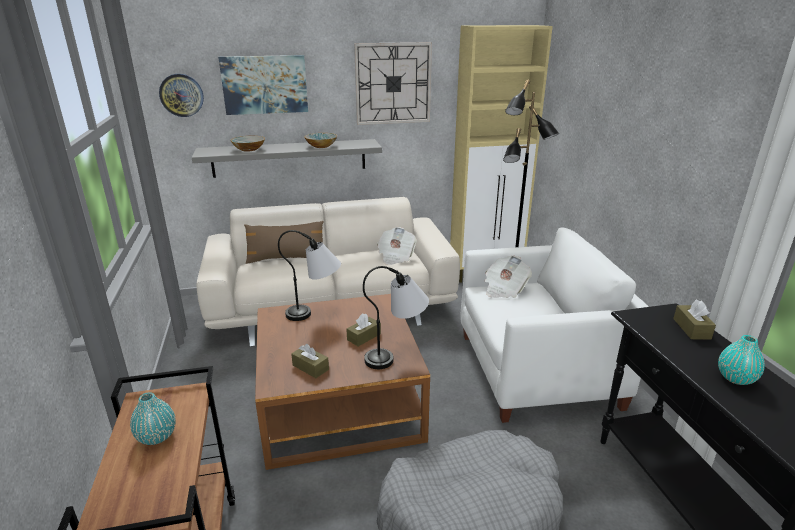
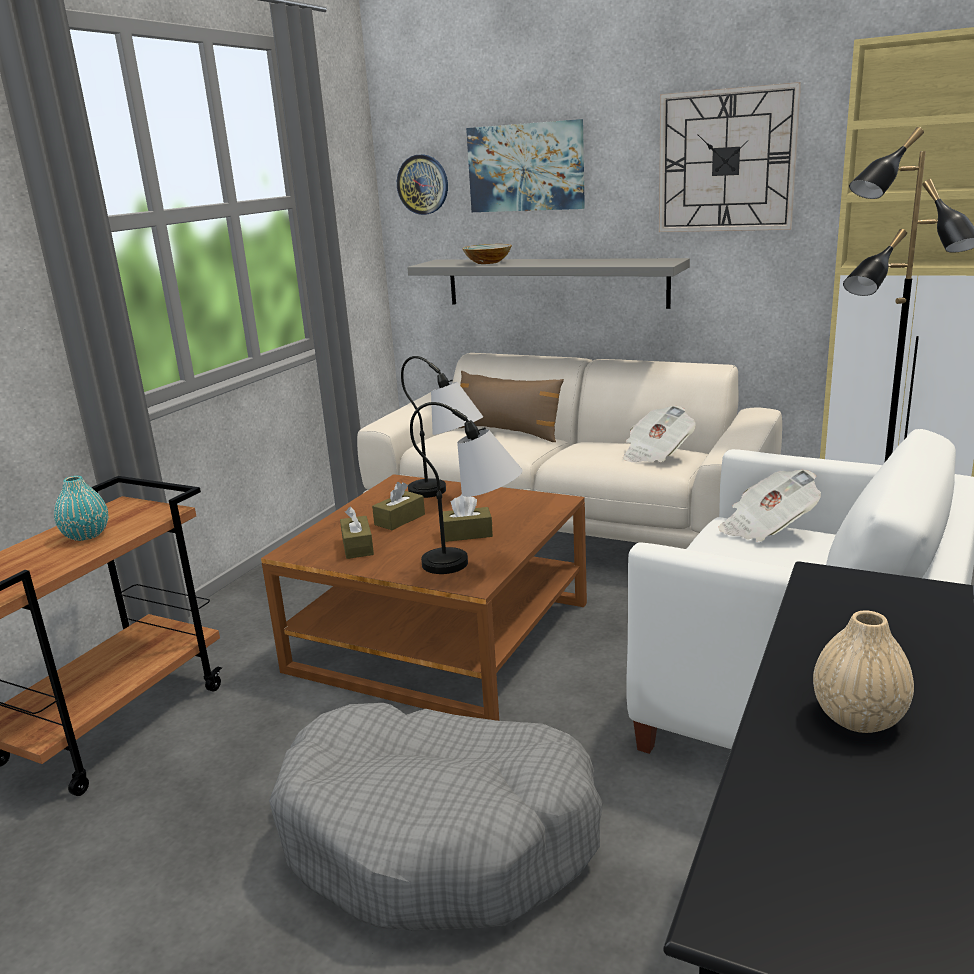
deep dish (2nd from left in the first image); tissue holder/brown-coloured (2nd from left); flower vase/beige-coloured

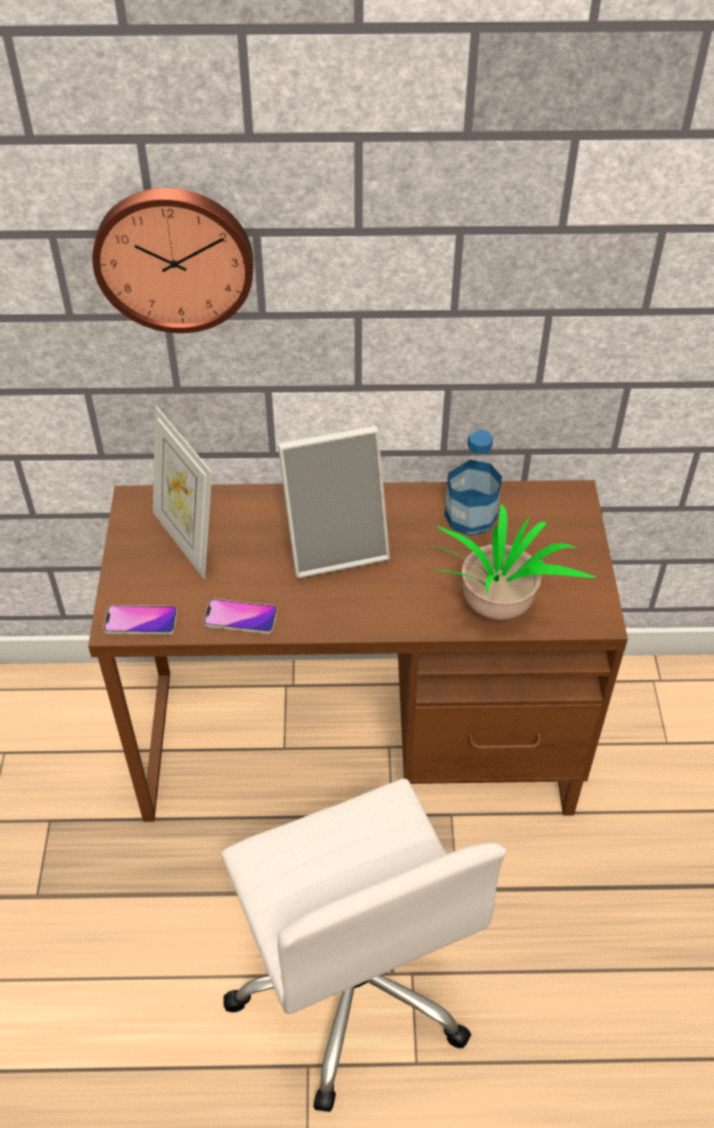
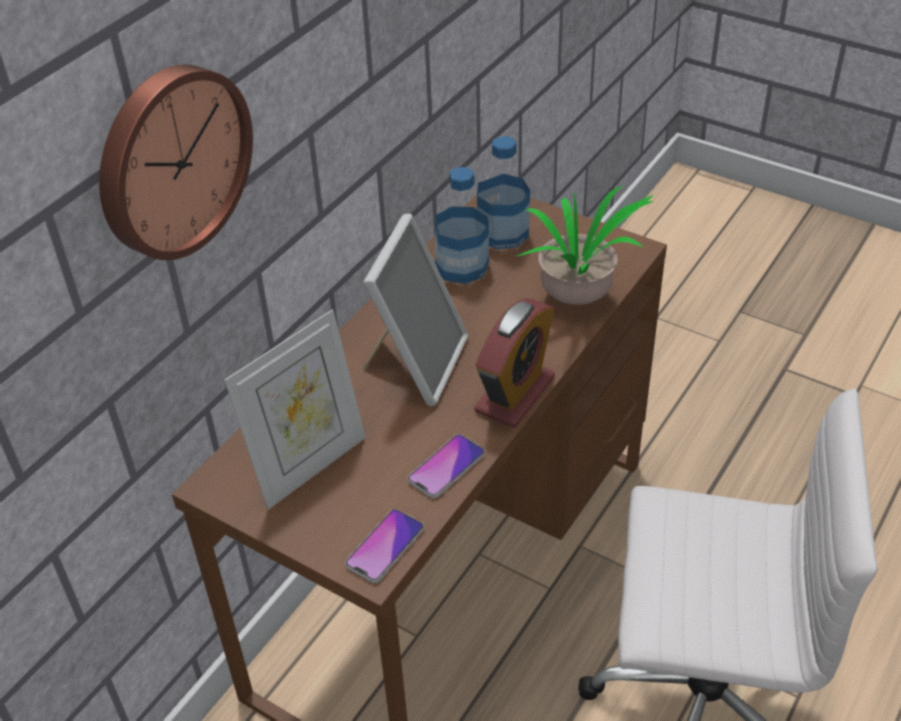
picture frame (1st from left); bottle (2nd from left); bedside clock

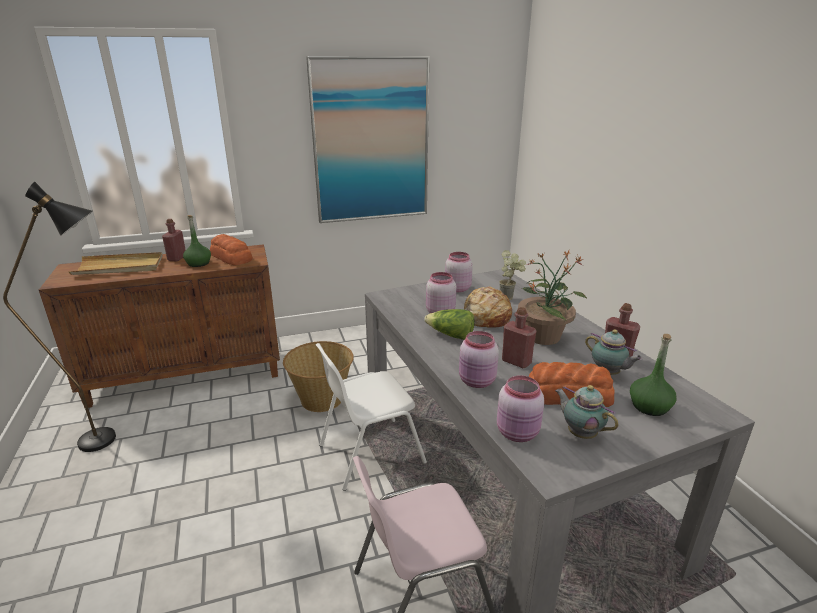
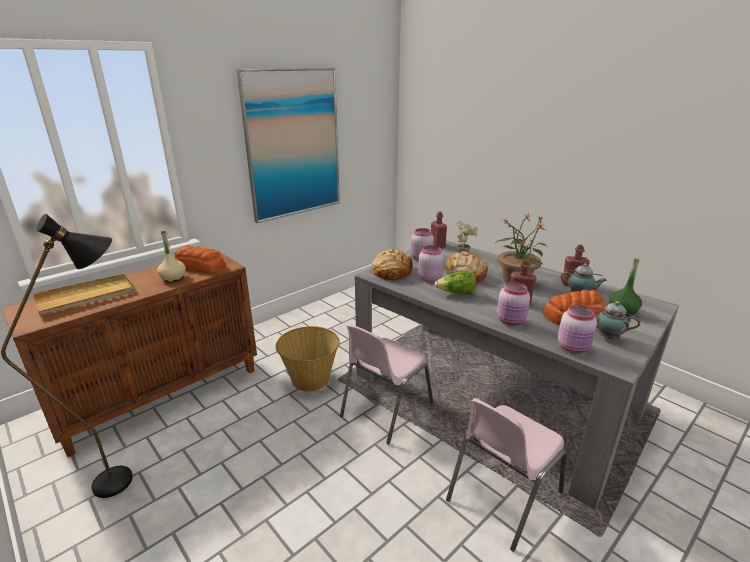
bottle/beige-coloured; bottle/reddish (1st from left); plain chair/pink (1st from left); bread (2nd from left)

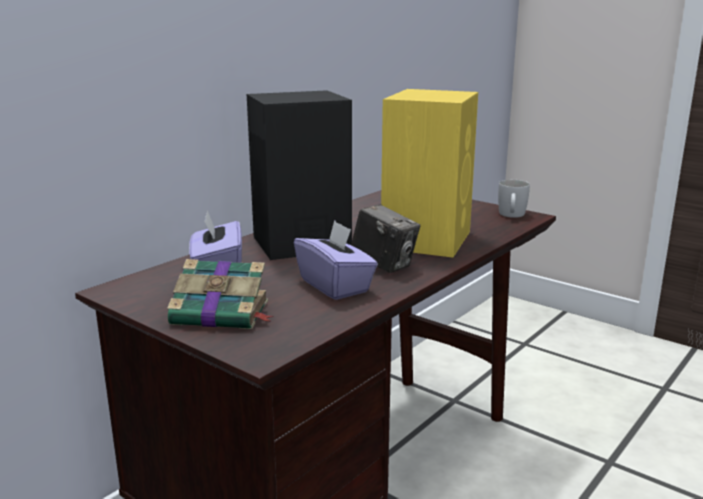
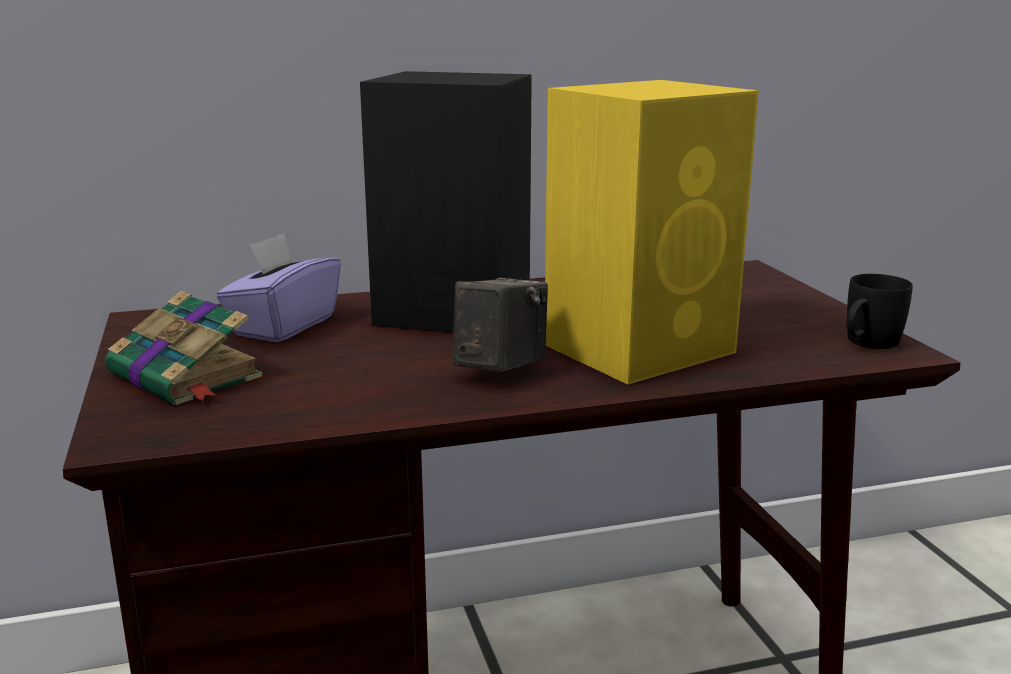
mug/black; still camera; tissue holder/purple (2nd from left in the first image)

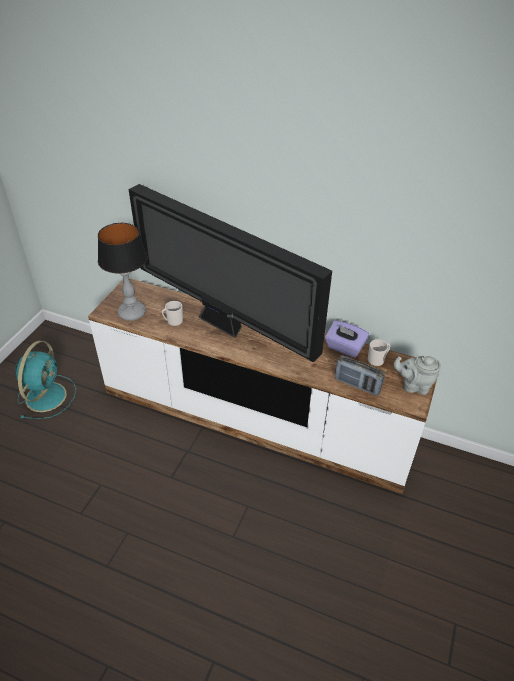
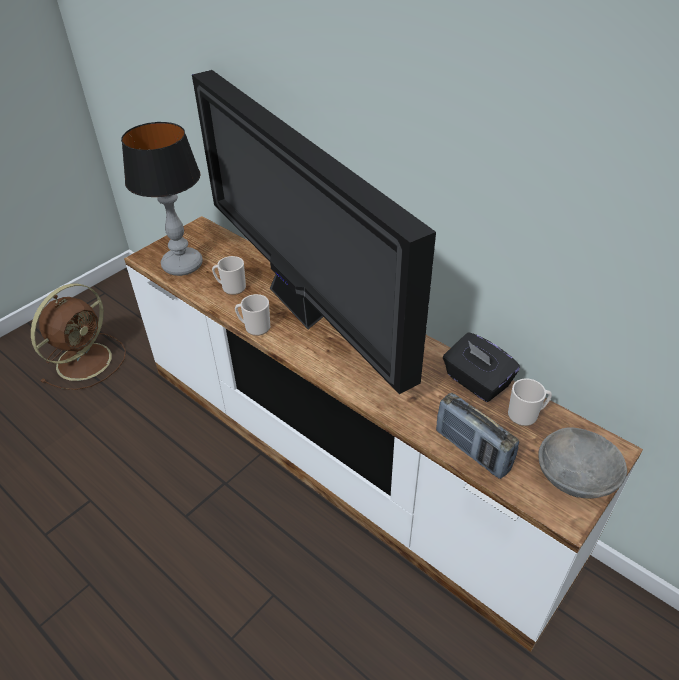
tissue holder/black; cooling fan/brown-coloured; deep dish/greyish; mug (2nd from left)

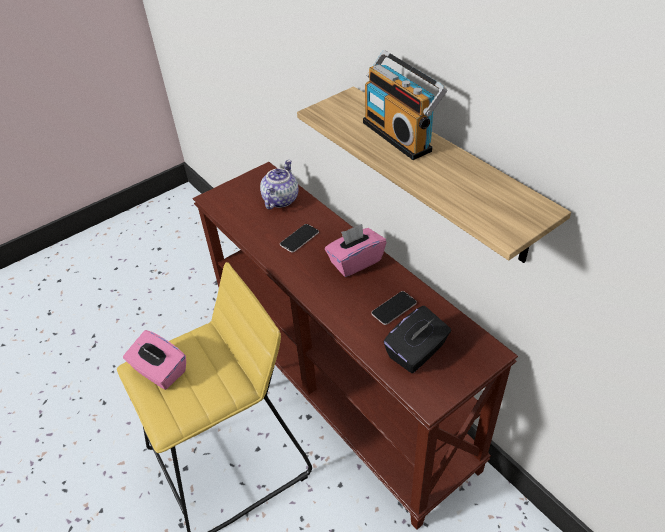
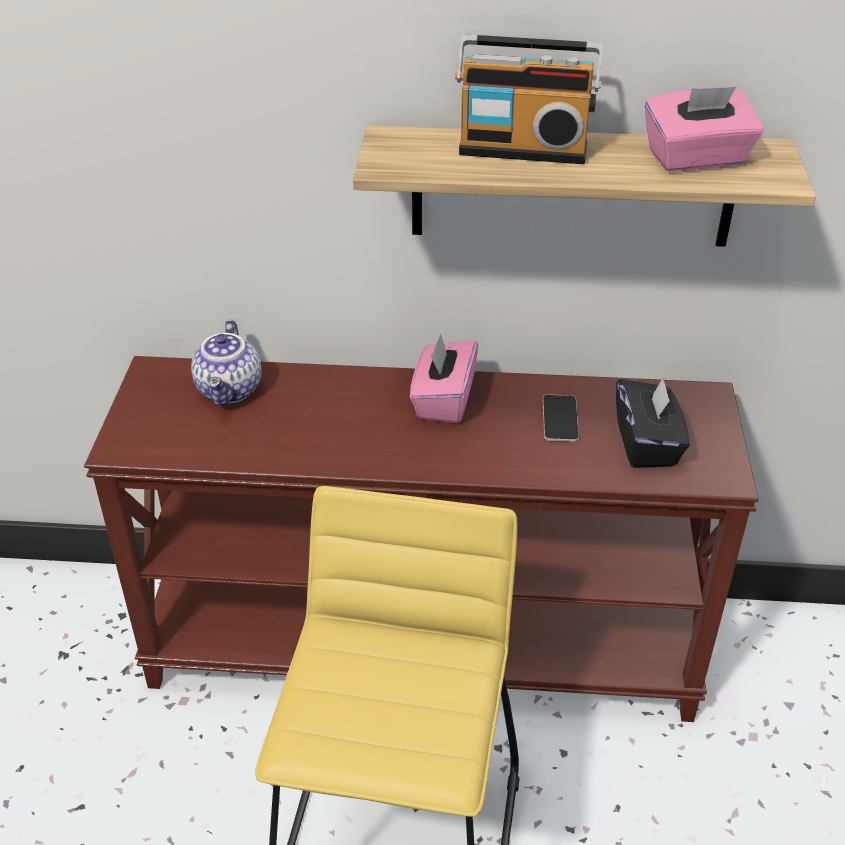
pot for tea; telephone (1st from left in the first image); tissue holder/pink (2nd from left)

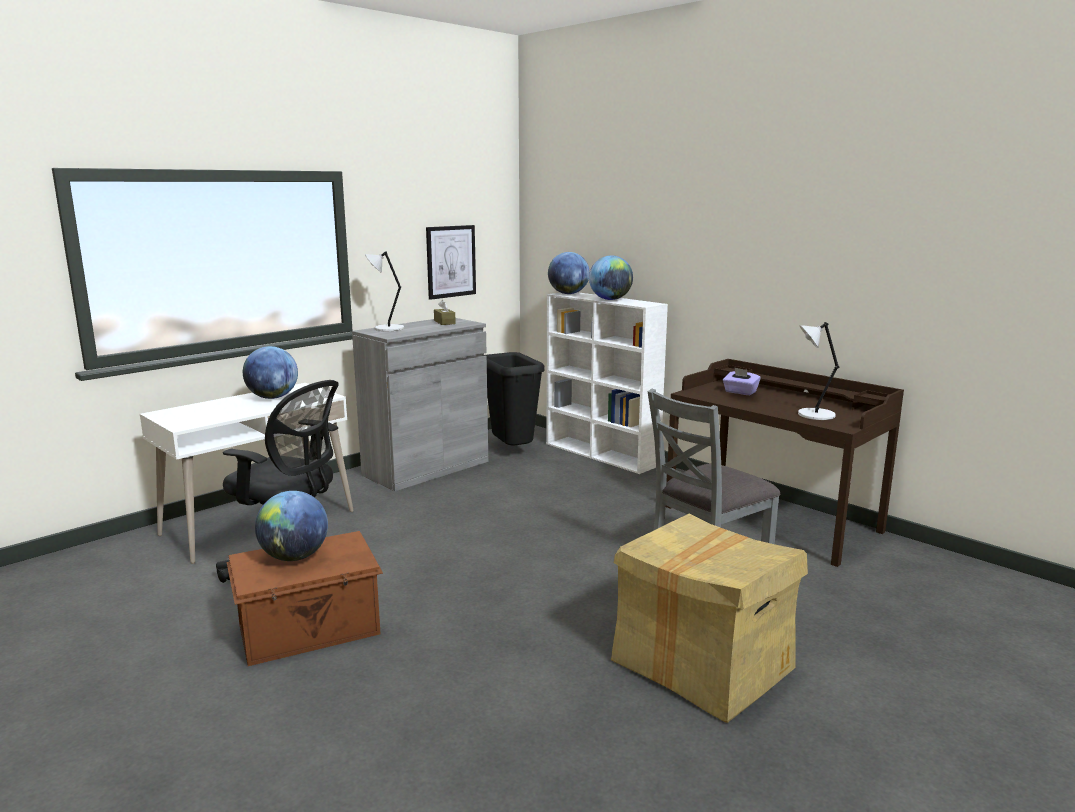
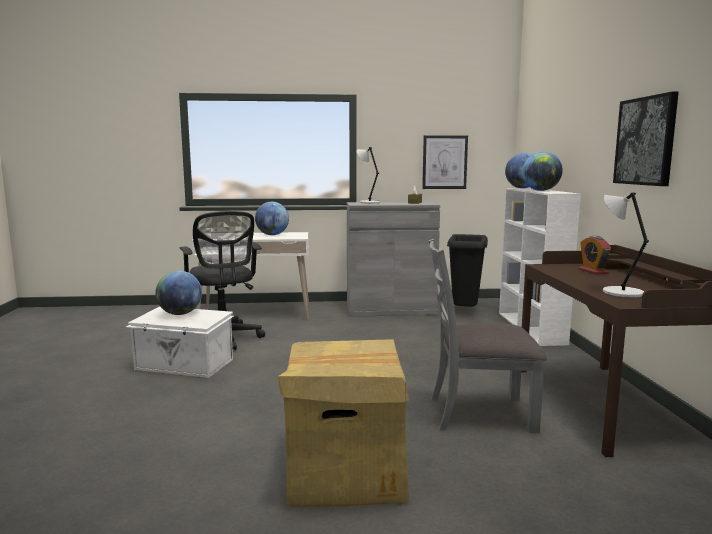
bedside clock; storage container/white; wall picture (2nd from left)

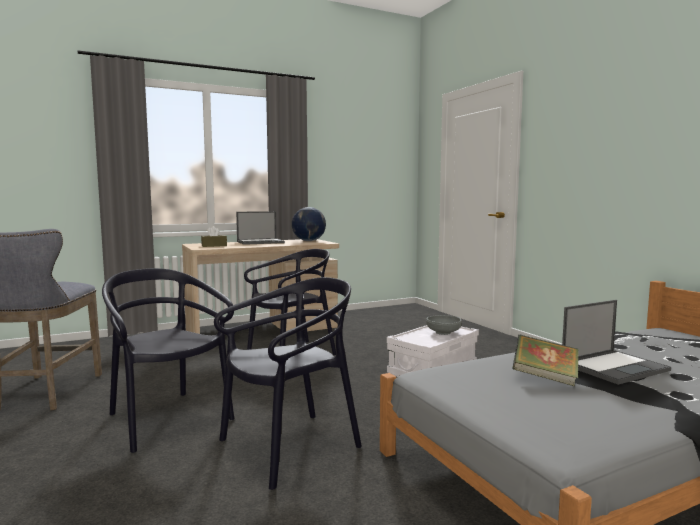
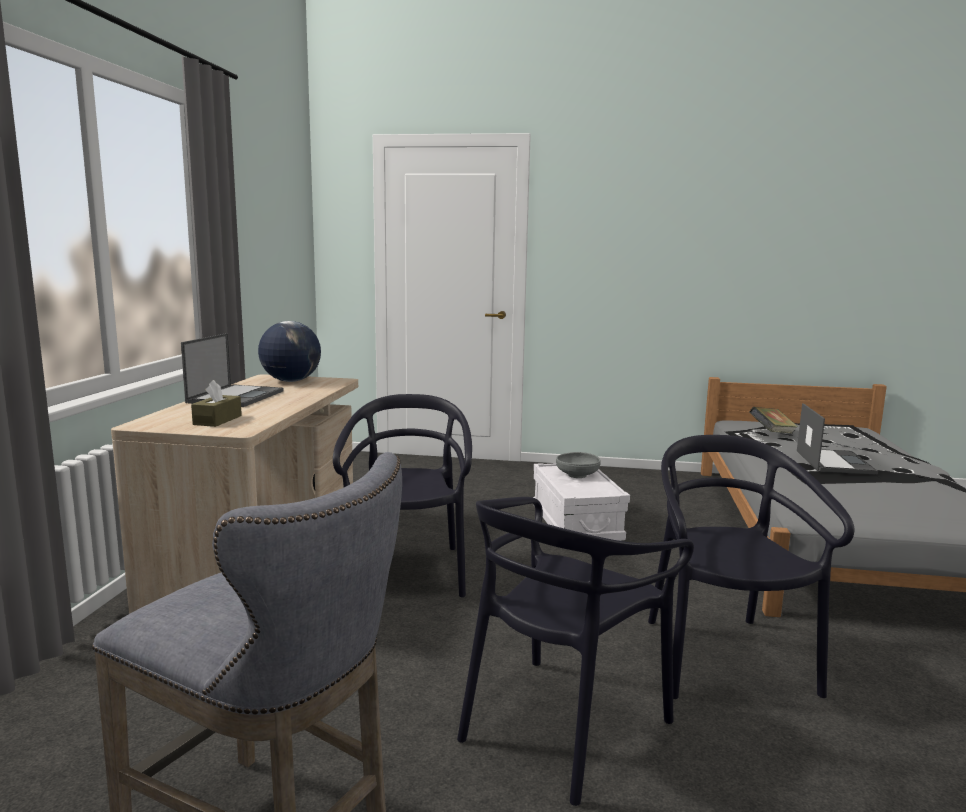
plain chair/black (2nd from left); book

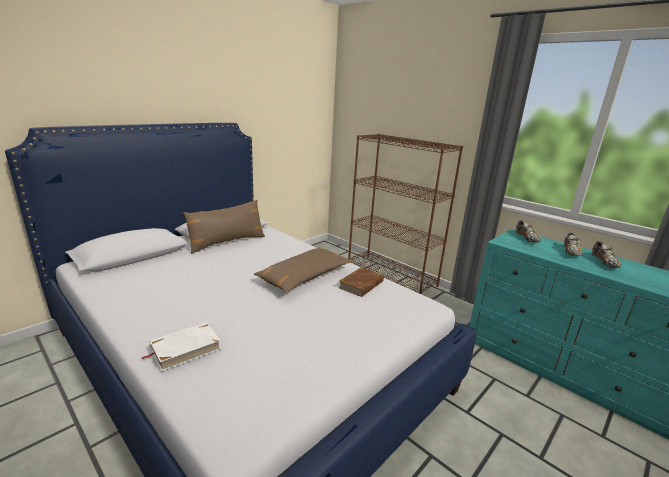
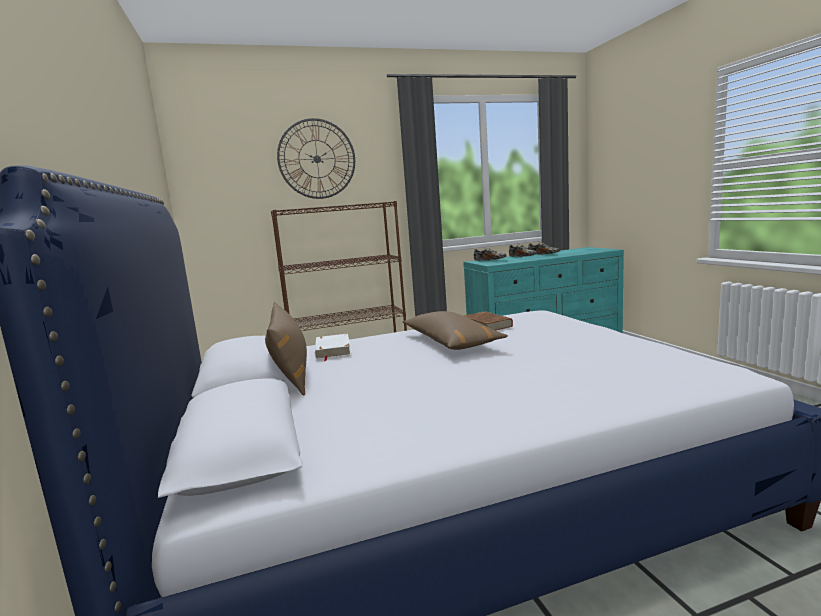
book/white; clock on the wall

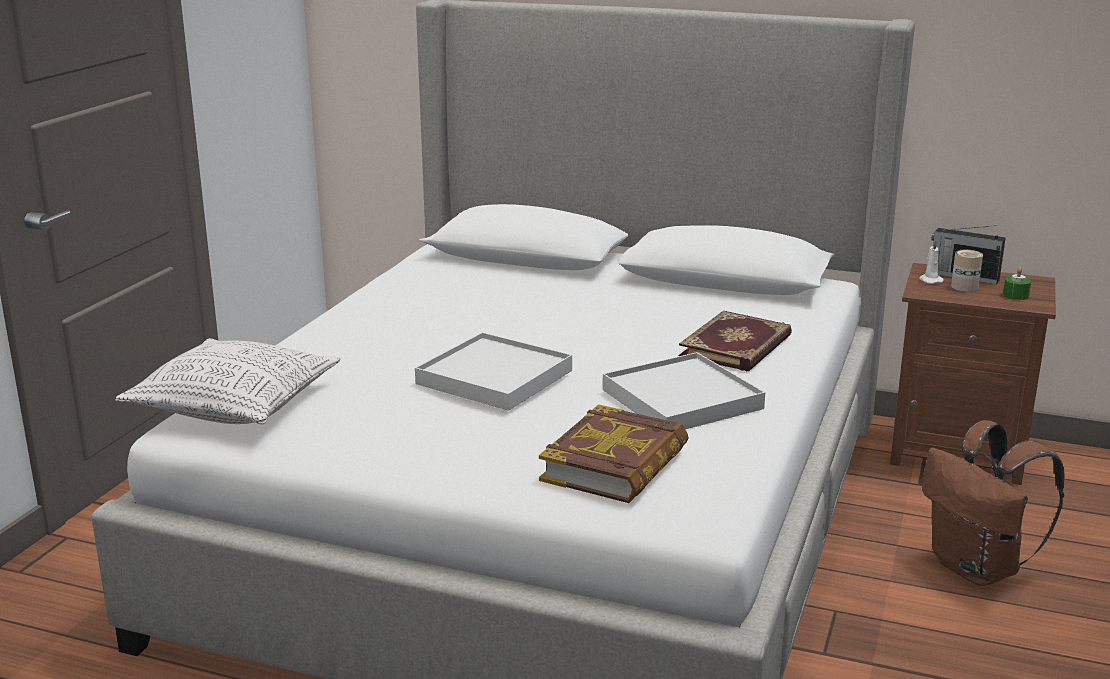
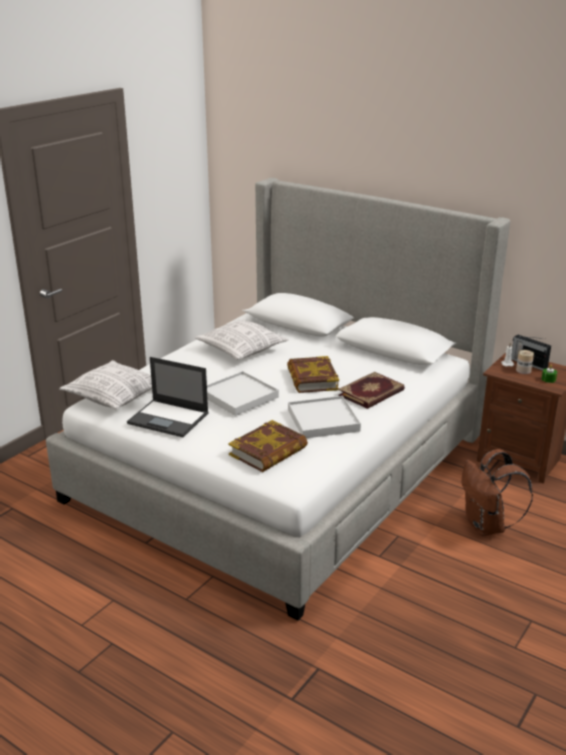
pillow (2nd from left); book (2nd from left); notebook computer

